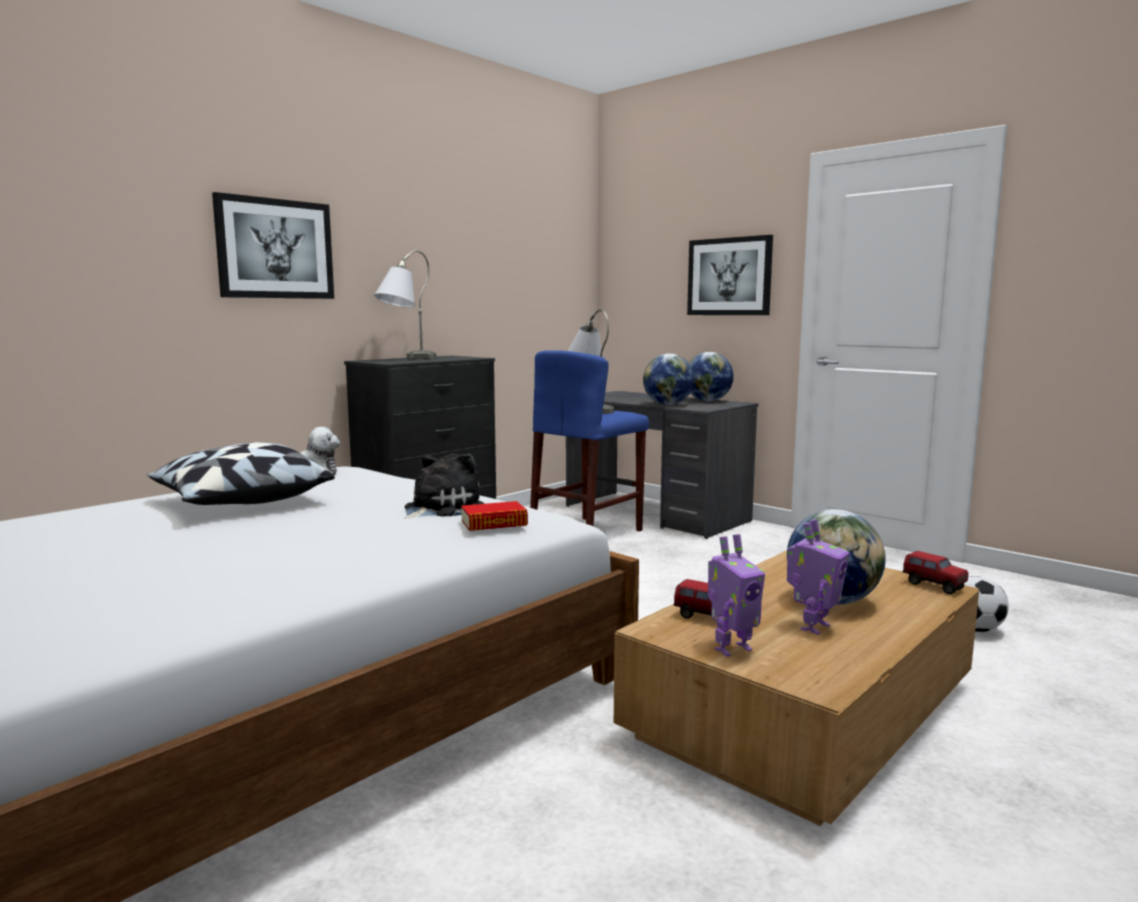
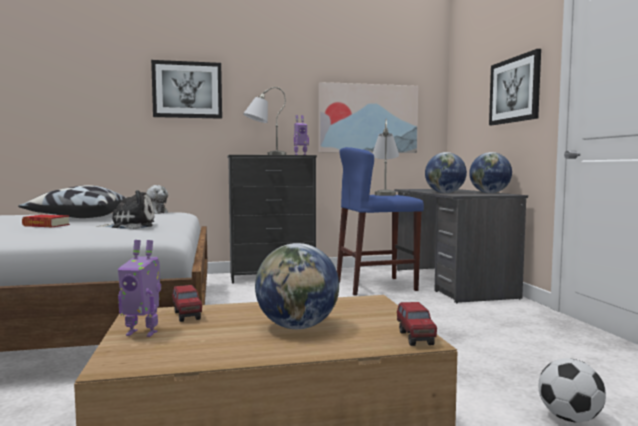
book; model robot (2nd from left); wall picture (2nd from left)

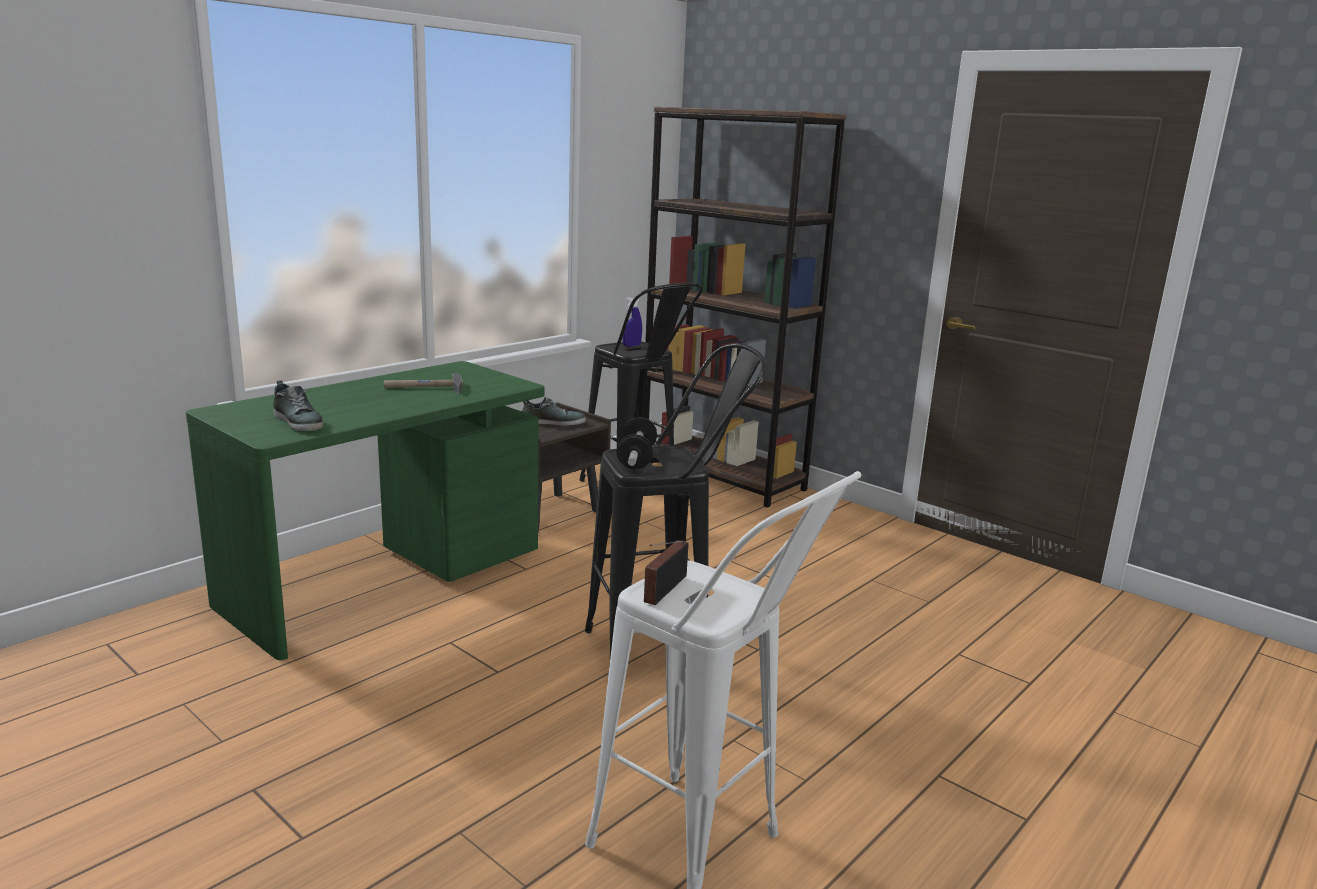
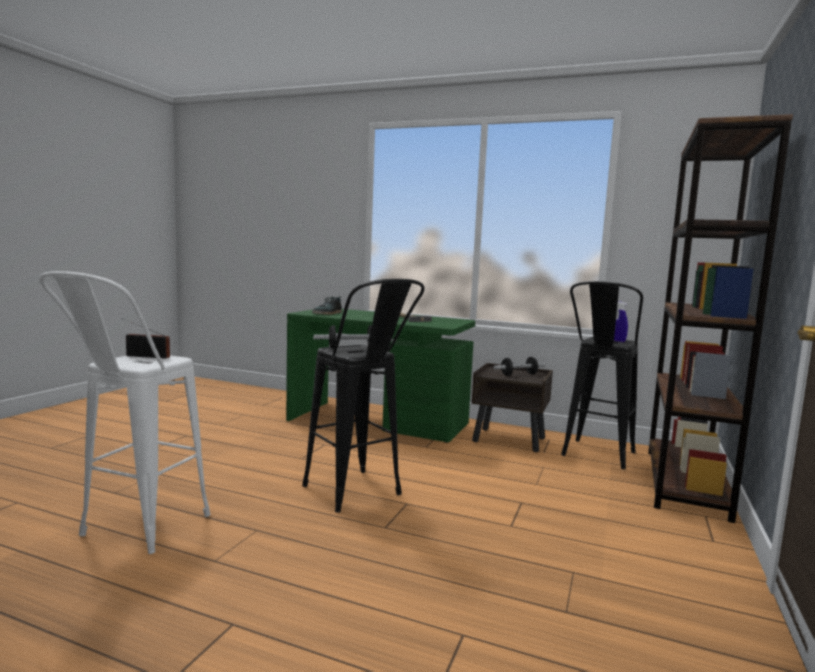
free weight (2nd from left)

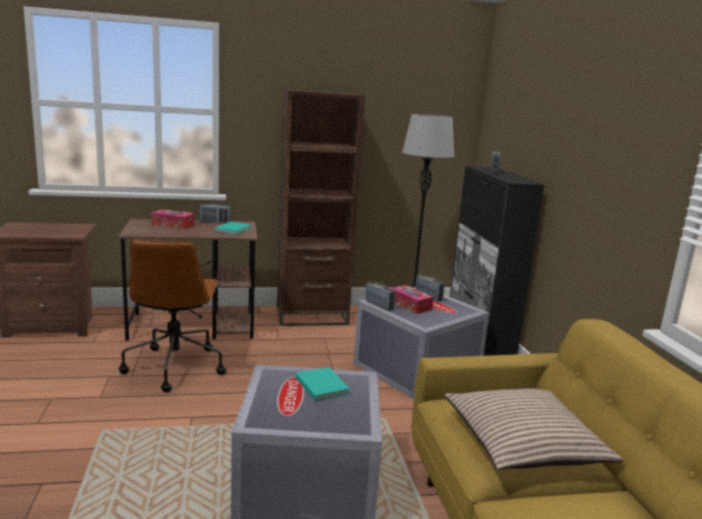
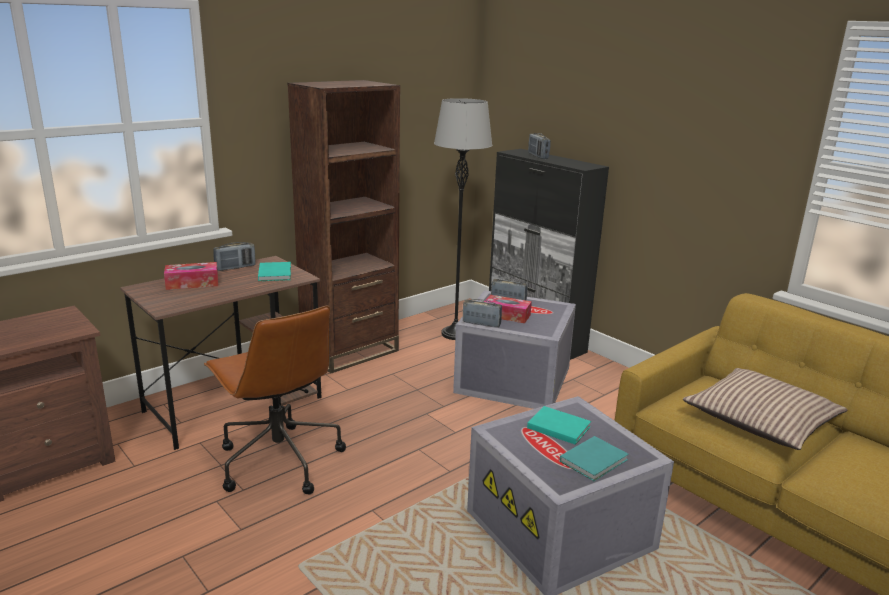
book/turquoise (3rd from left)

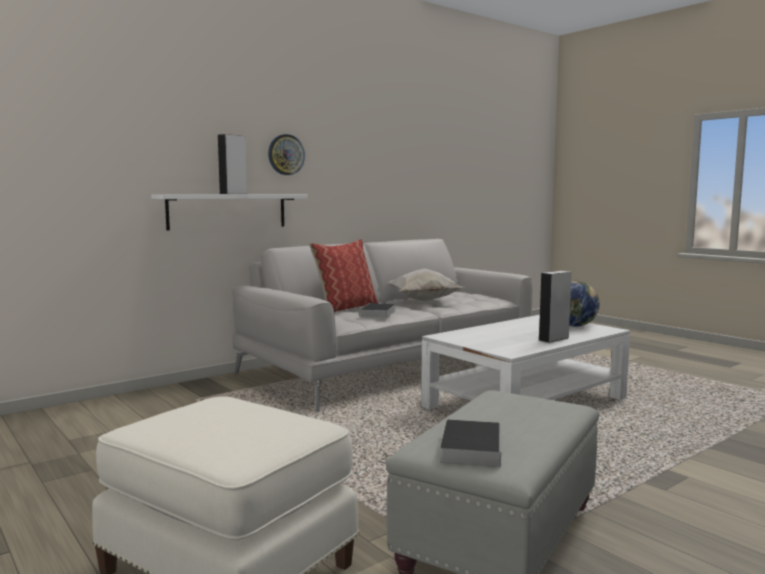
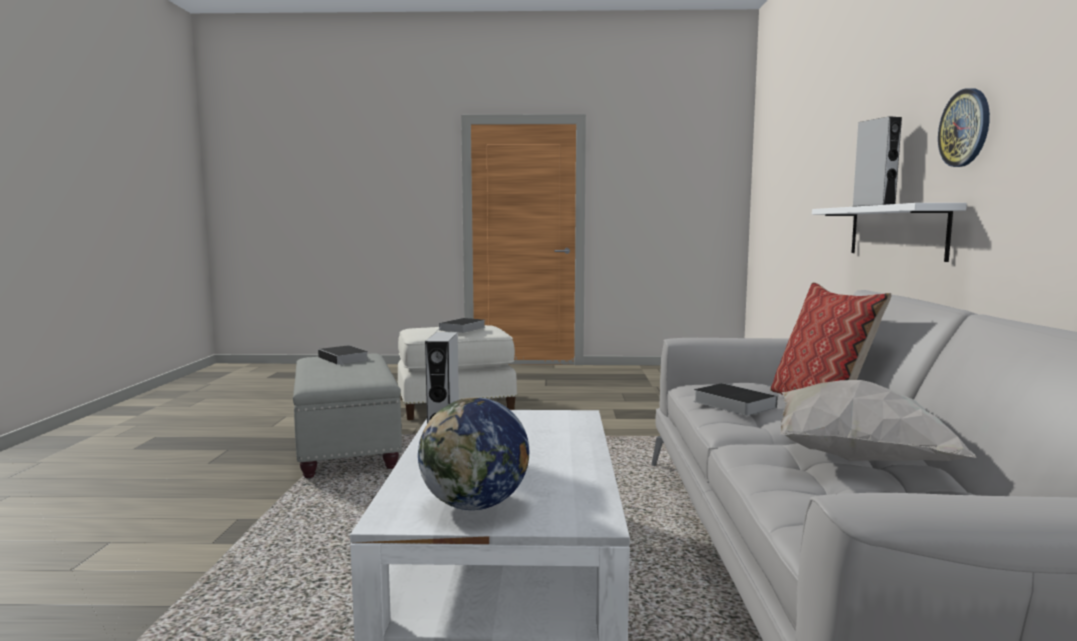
book (2nd from left)

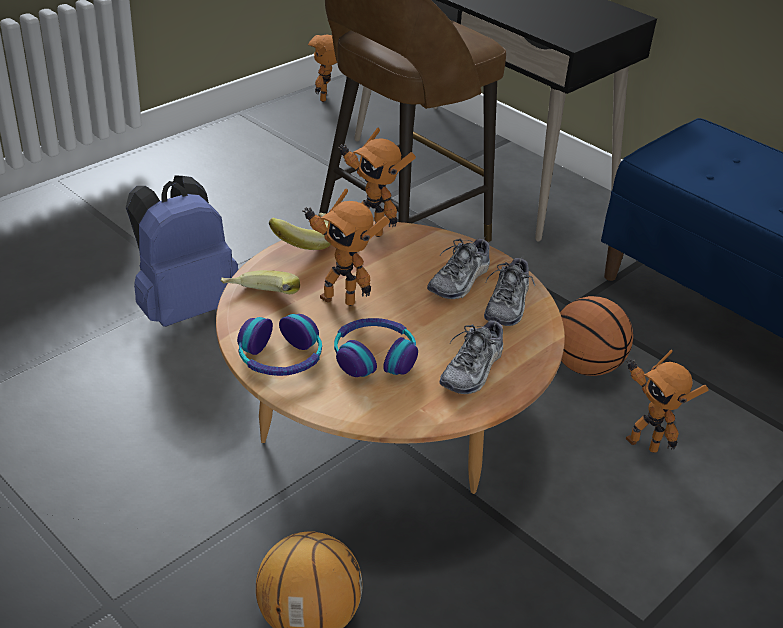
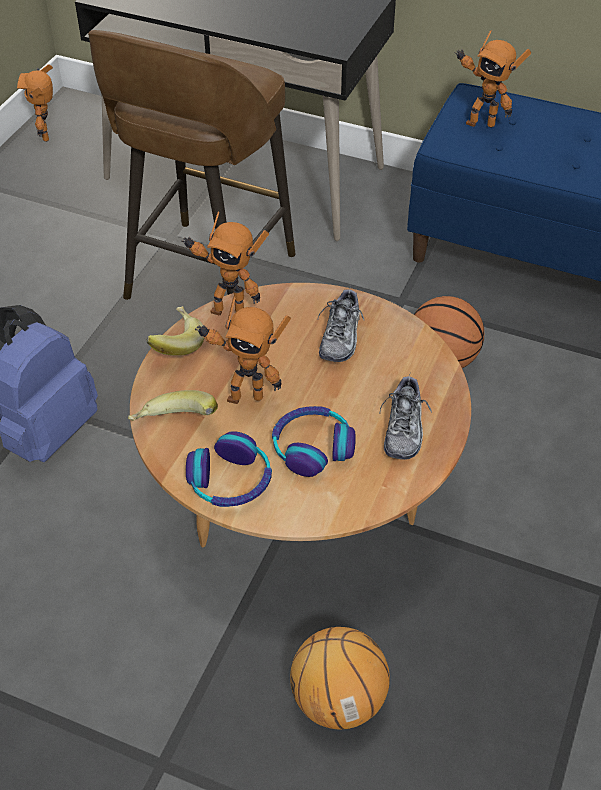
item of footwear (3rd from left in the first image); model robot (4th from left)

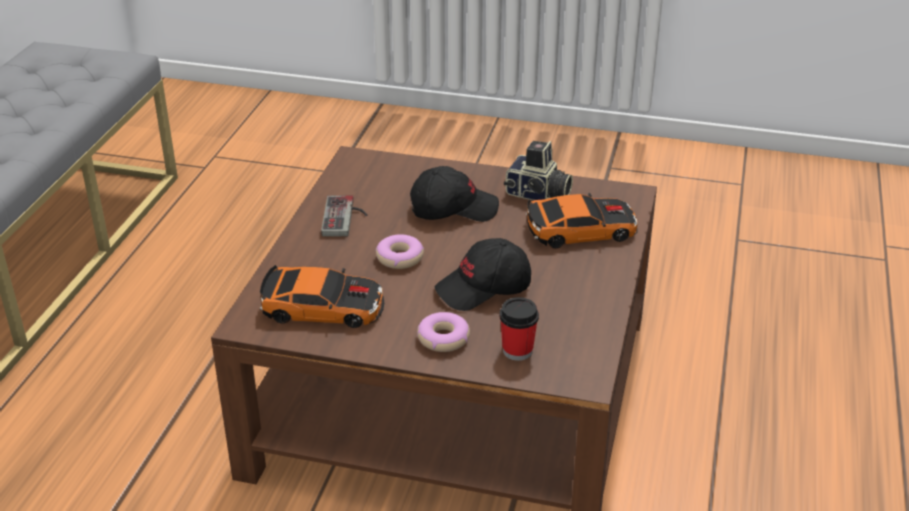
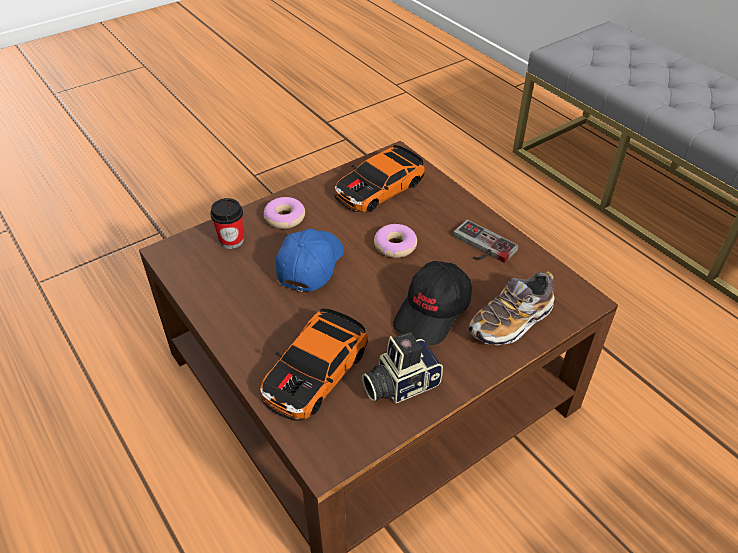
peaked cap/bluish; item of footwear

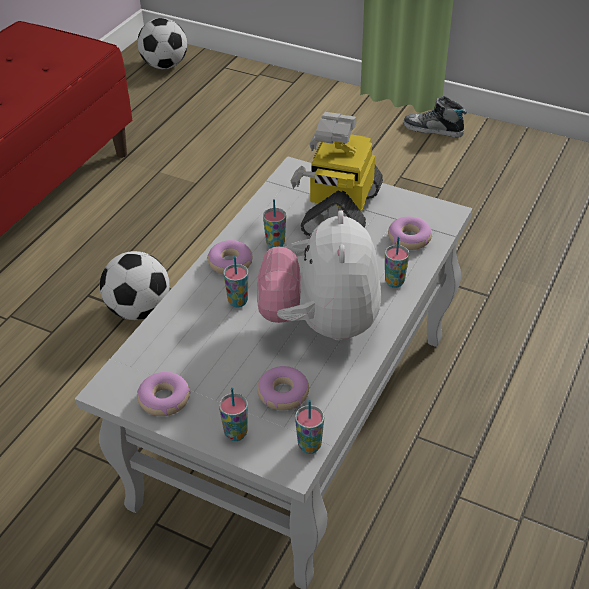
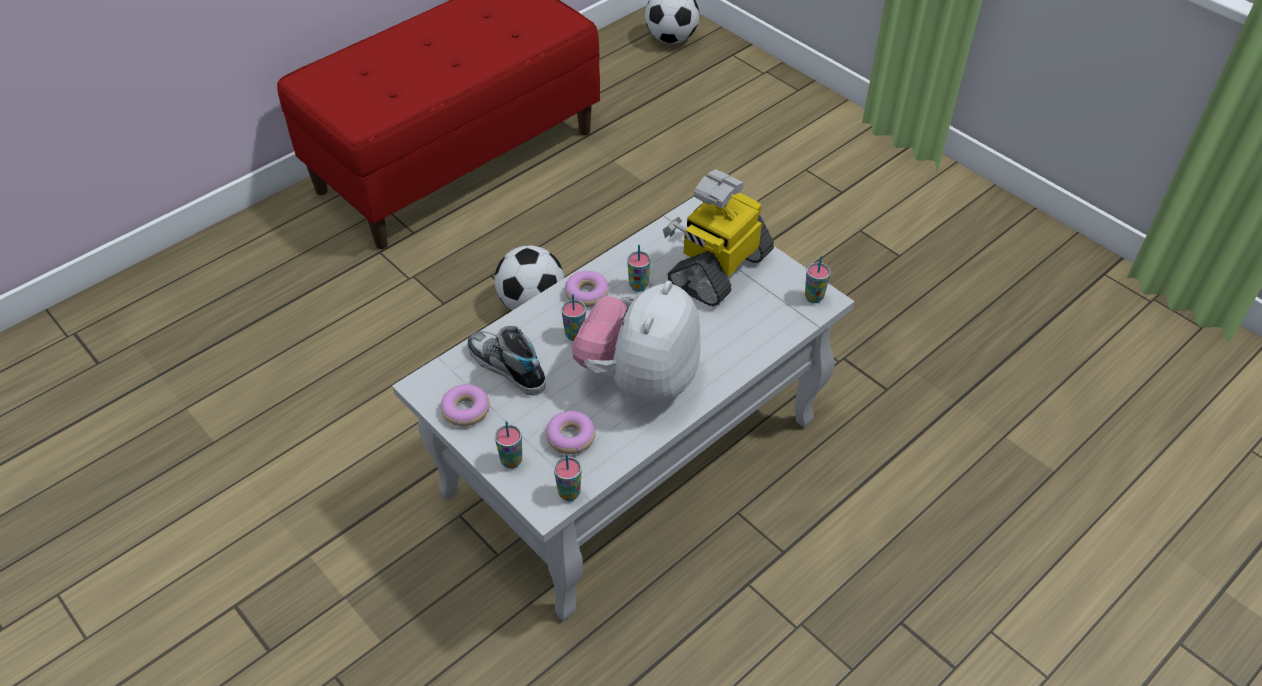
item of footwear; donut (4th from left in the first image); cup (5th from left)

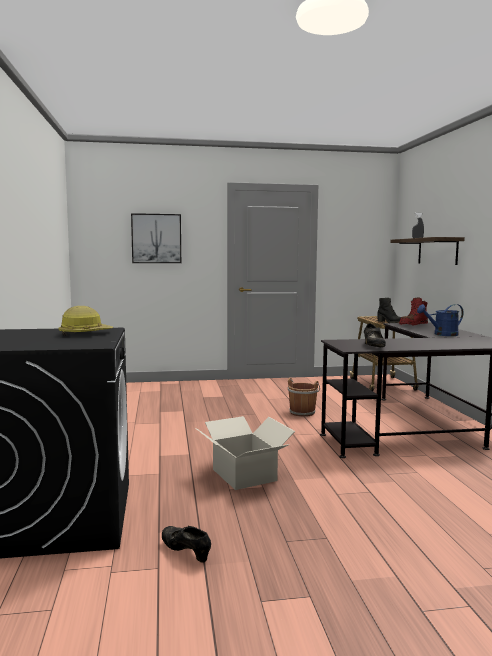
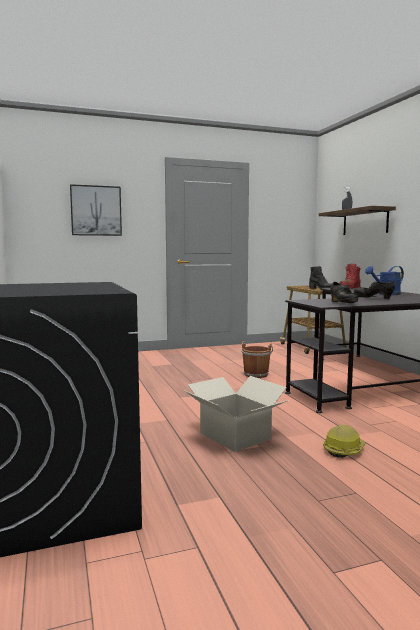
safety helmet; item of footwear/black (2nd from left)

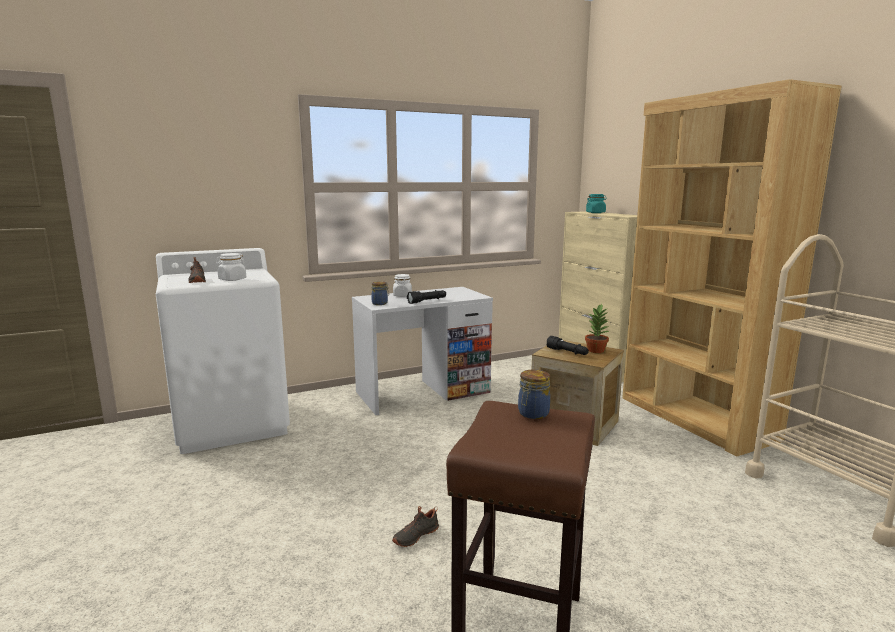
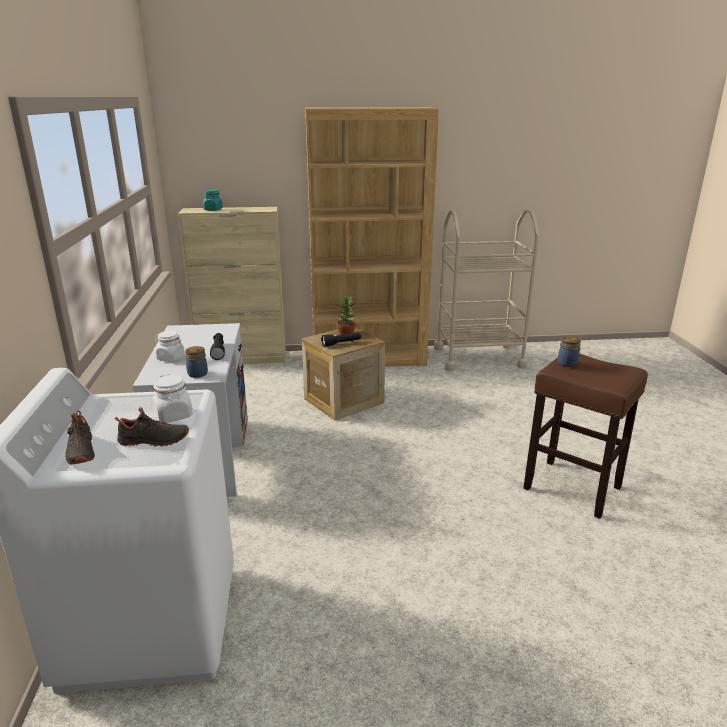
item of footwear/black (1st from left)

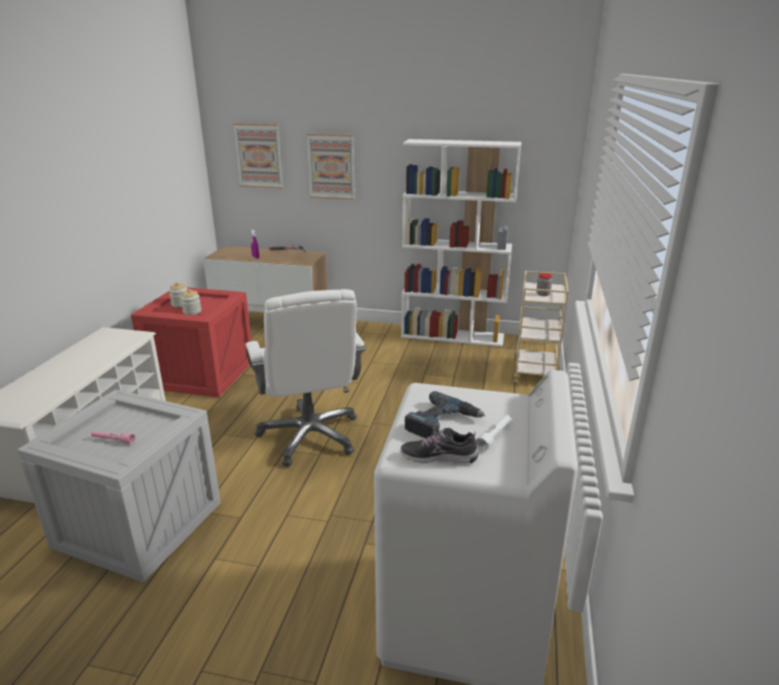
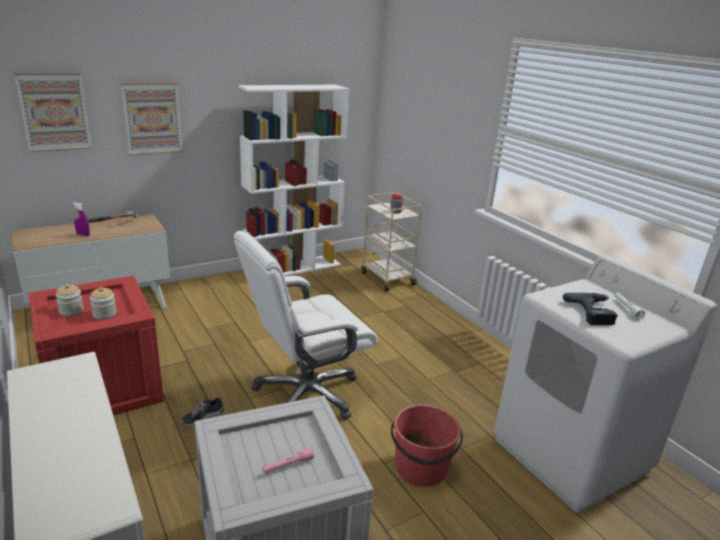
office chair/white; item of footwear; pail/reddish

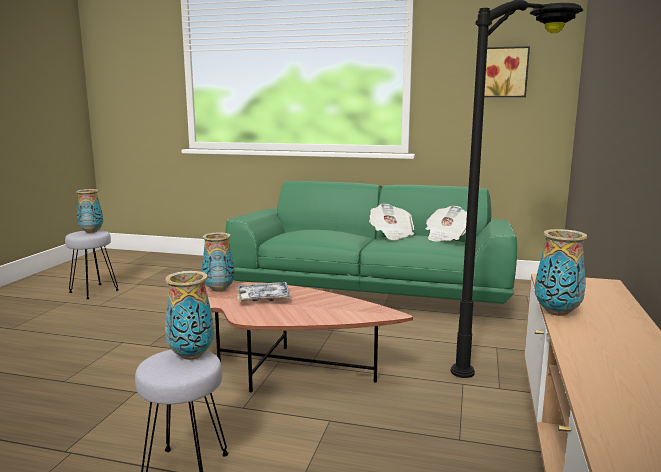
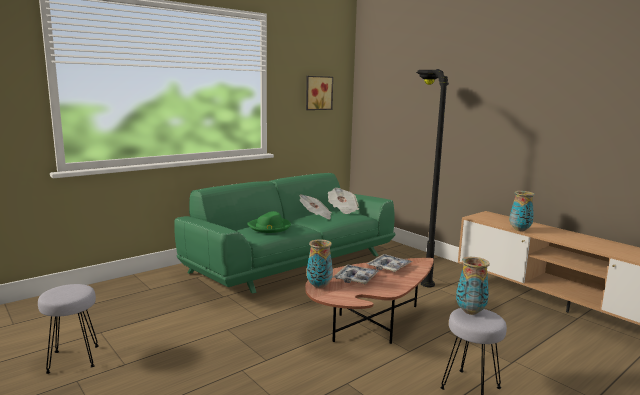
flower vase (1st from left in the first image); wearable hat/greenish; tray (2nd from left)

